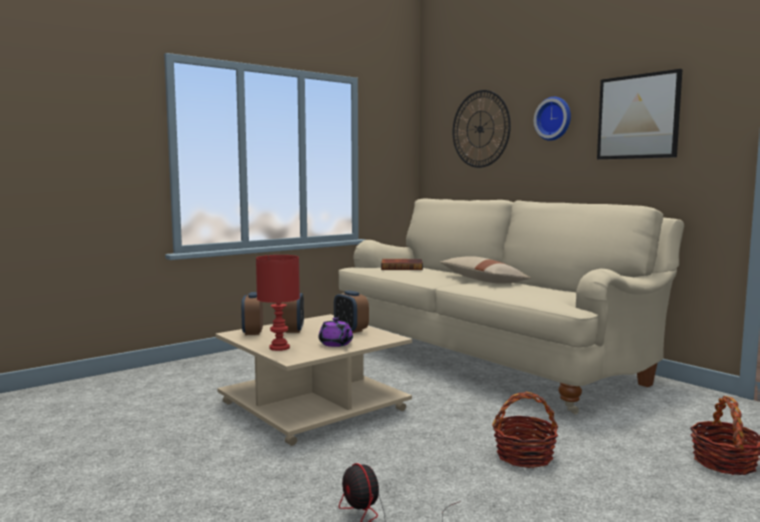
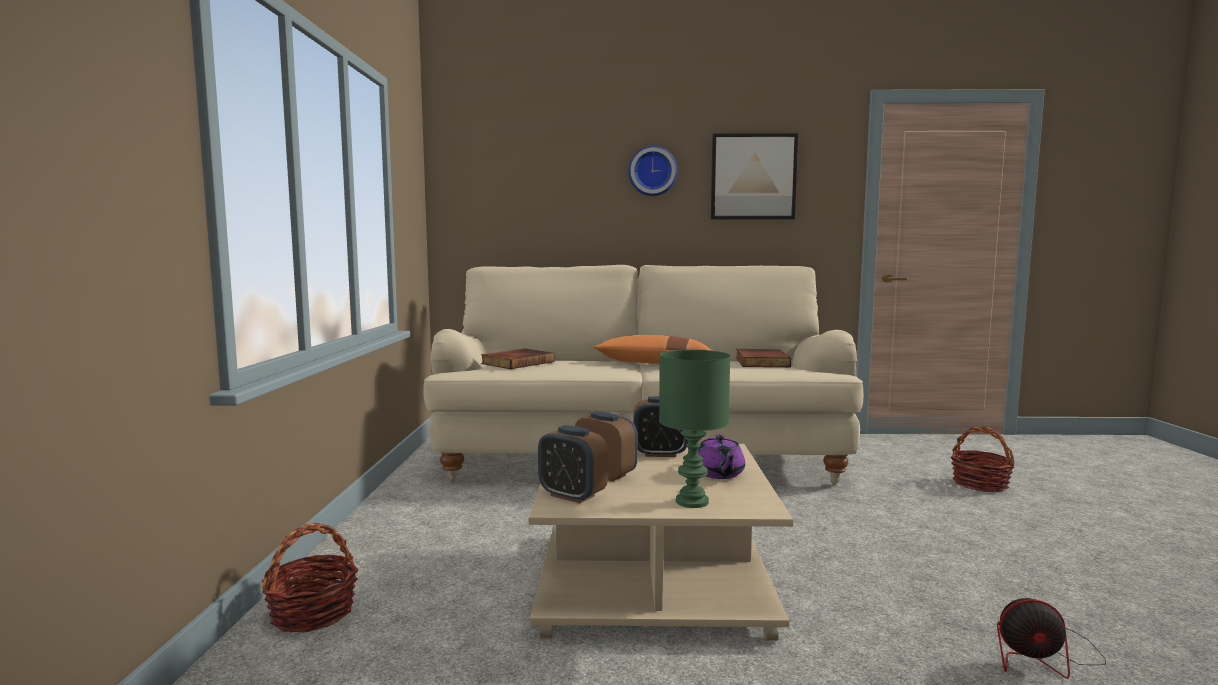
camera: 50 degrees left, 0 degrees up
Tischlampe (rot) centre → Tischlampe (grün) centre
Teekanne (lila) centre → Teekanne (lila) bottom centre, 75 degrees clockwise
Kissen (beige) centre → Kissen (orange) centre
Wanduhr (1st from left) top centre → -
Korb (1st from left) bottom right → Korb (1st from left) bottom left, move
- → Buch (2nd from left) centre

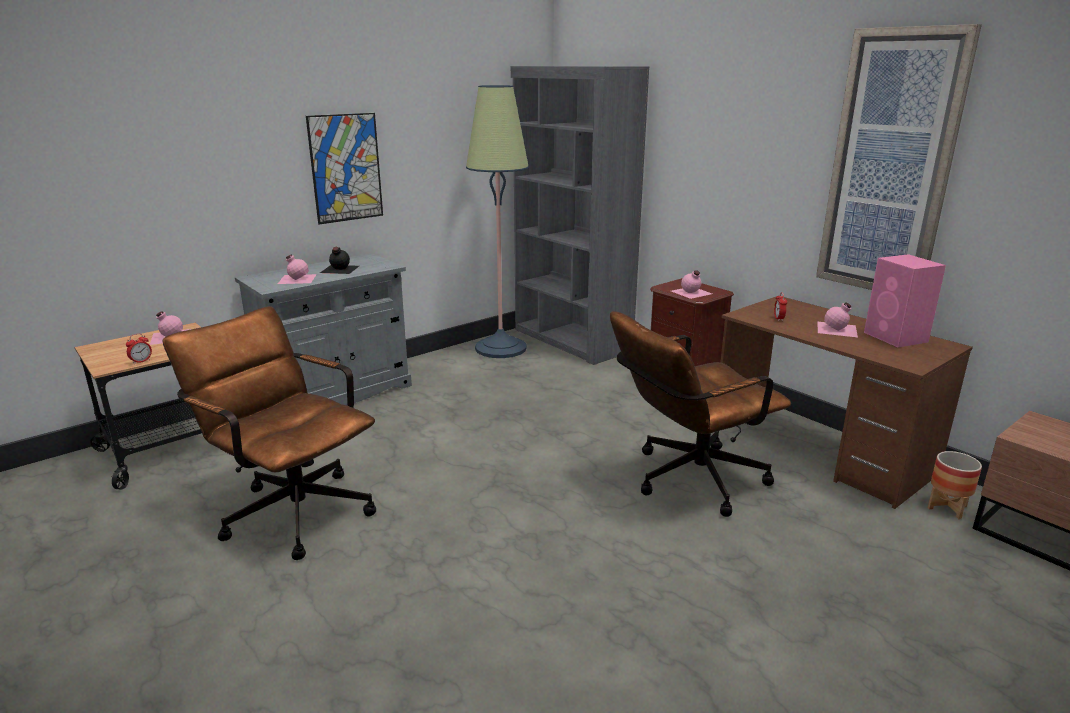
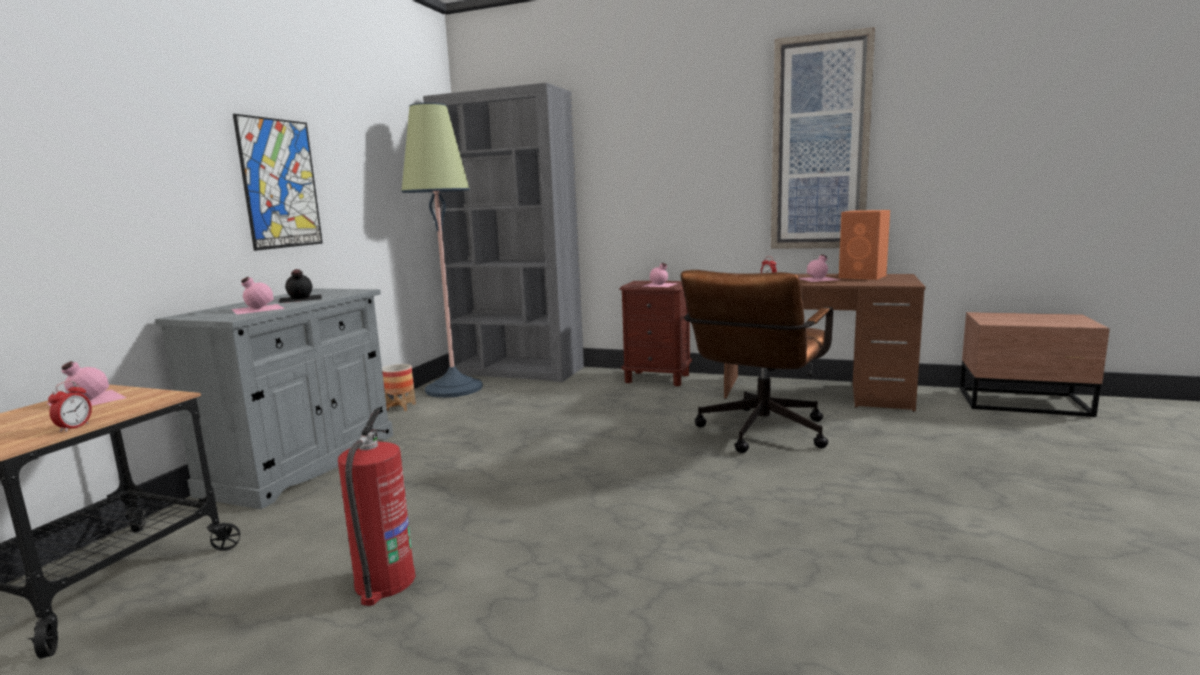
camera: 30 degrees left, 10 degrees down
Bürostuhl (braun) (1st from left) middle left → Feuerlöscher bottom left
Lautsprecher (rosa) middle right → Lautsprecher (orange) middle right
Pflanzkübel bottom right → Pflanzkübel middle left, move

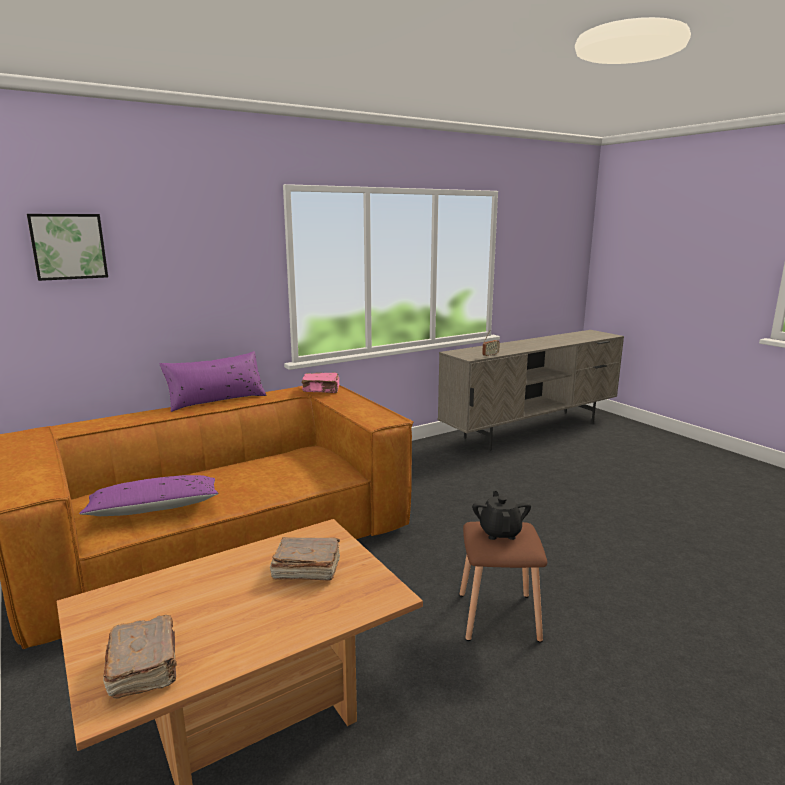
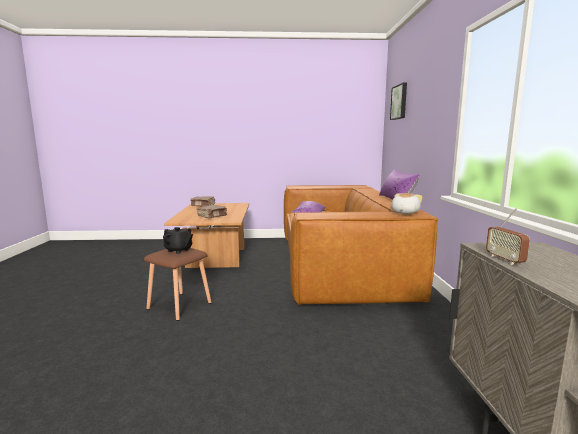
camera: 120 degrees right, 5 degrees down
Buch (rosa) centre → Plüschtier middle right

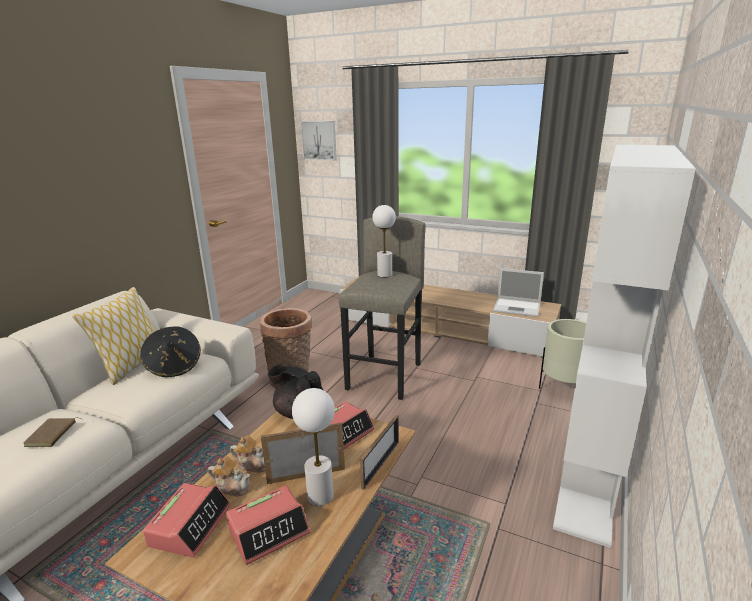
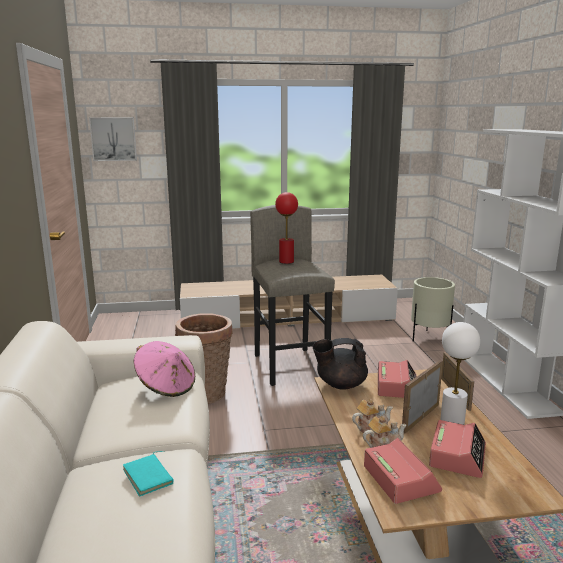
camera: 35 degrees left, 5 degrees down
Buch (braun) bottom left → Buch (türkis) bottom left
Kissen middle left → -
Hut (schwarz) middle left → Hut (rosa) middle left
Tischlampe (weiß) (2nd from left) centre → Tischlampe (rot) centre
Laptop middle right → -

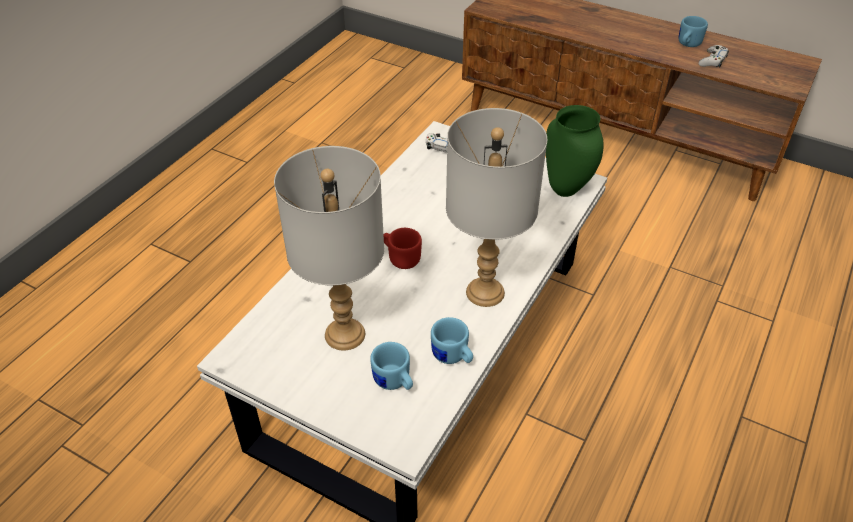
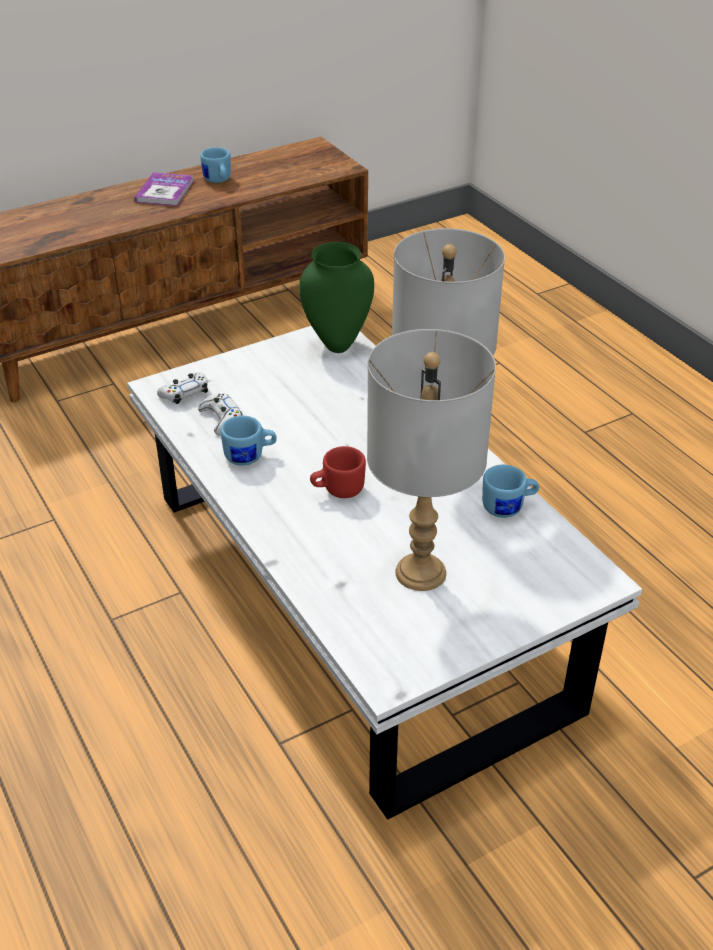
camera: 60 degrees left, 5 degrees down
Henkelbecher (blau) (1st from left in the first image) bottom centre → Henkelbecher (blau) (2nd from left) centre, move
Gamepad (weiß) (2nd from left) top right → Gamepad (weiß) (2nd from left) middle left, move
- → Buch top left

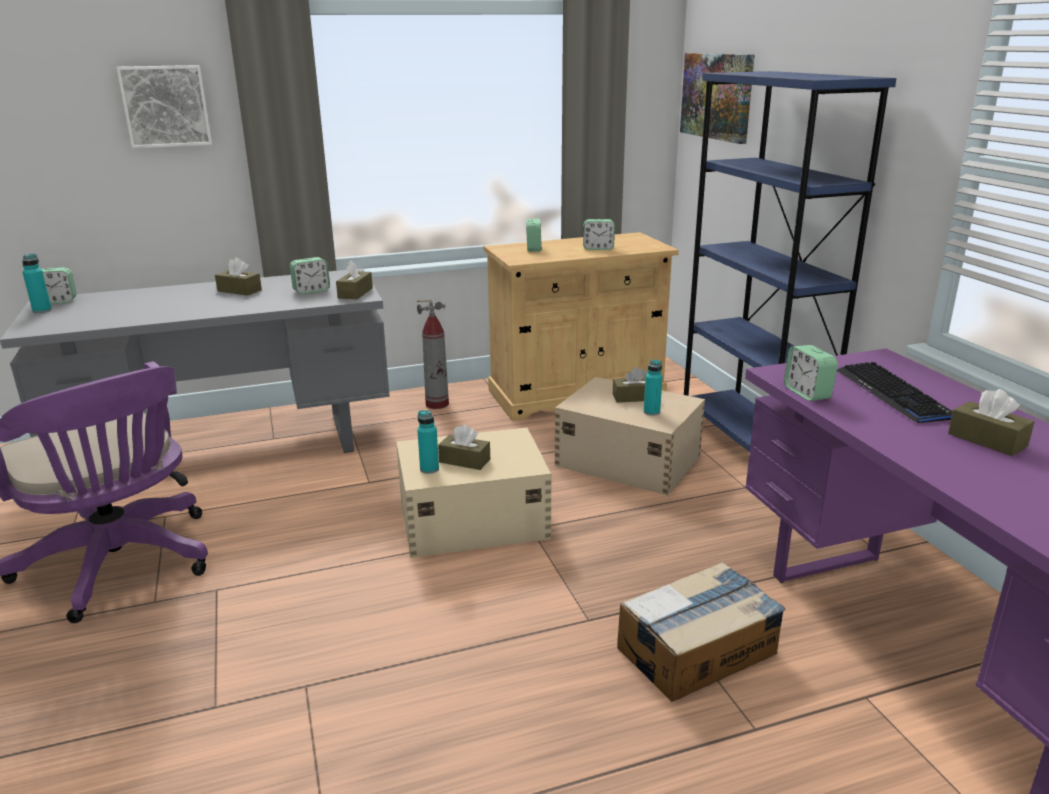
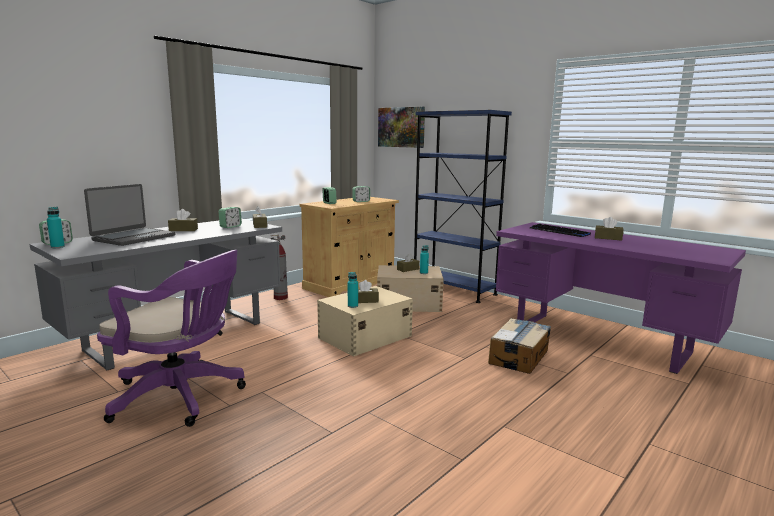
camera: 30 degrees left, 10 degrees down
Bild (1st from left) top left → -
Wecker (5th from left) middle right → -
- → Laptop middle left

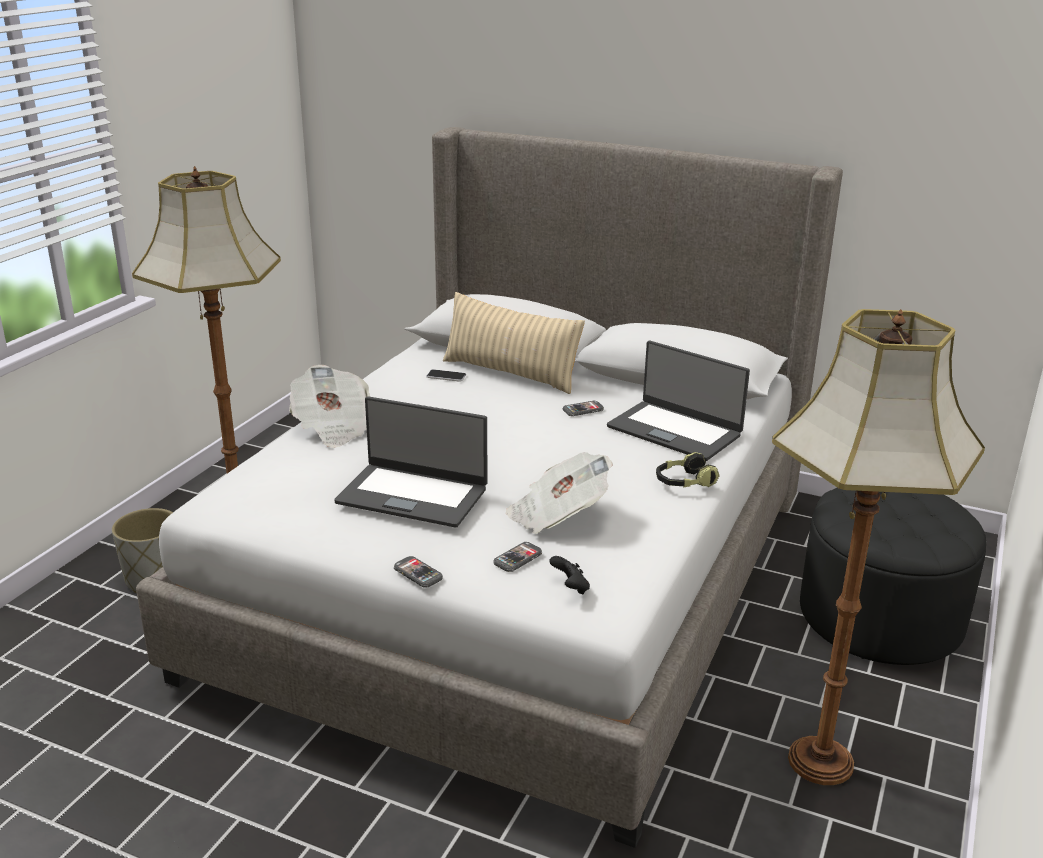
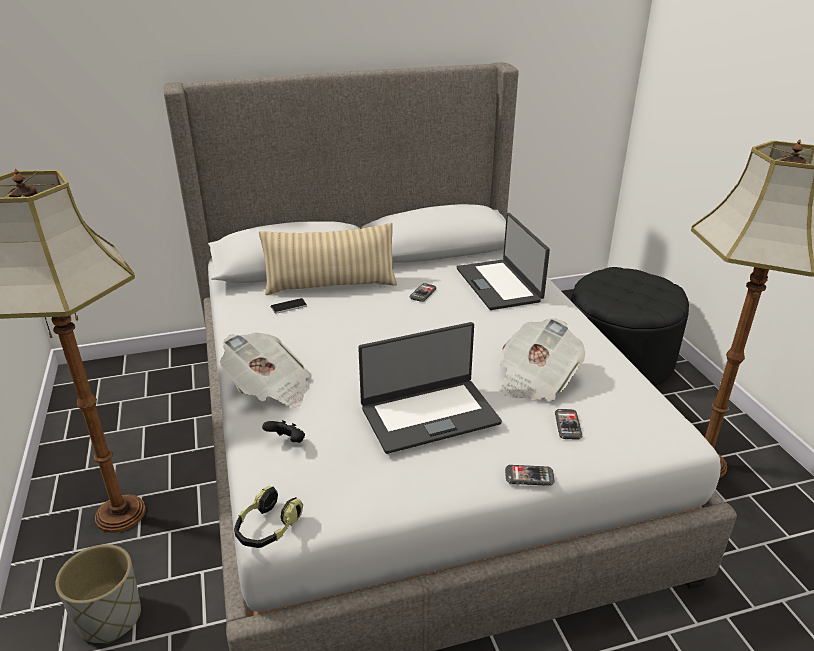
camera: 40 degrees left, 5 degrees up
Gamepad (schwarz) bottom centre → Gamepad (schwarz) centre, move
Laptop (2nd from left) centre, 75 degrees clockwise
Kopfhörer centre → Kopfhörer bottom left, move

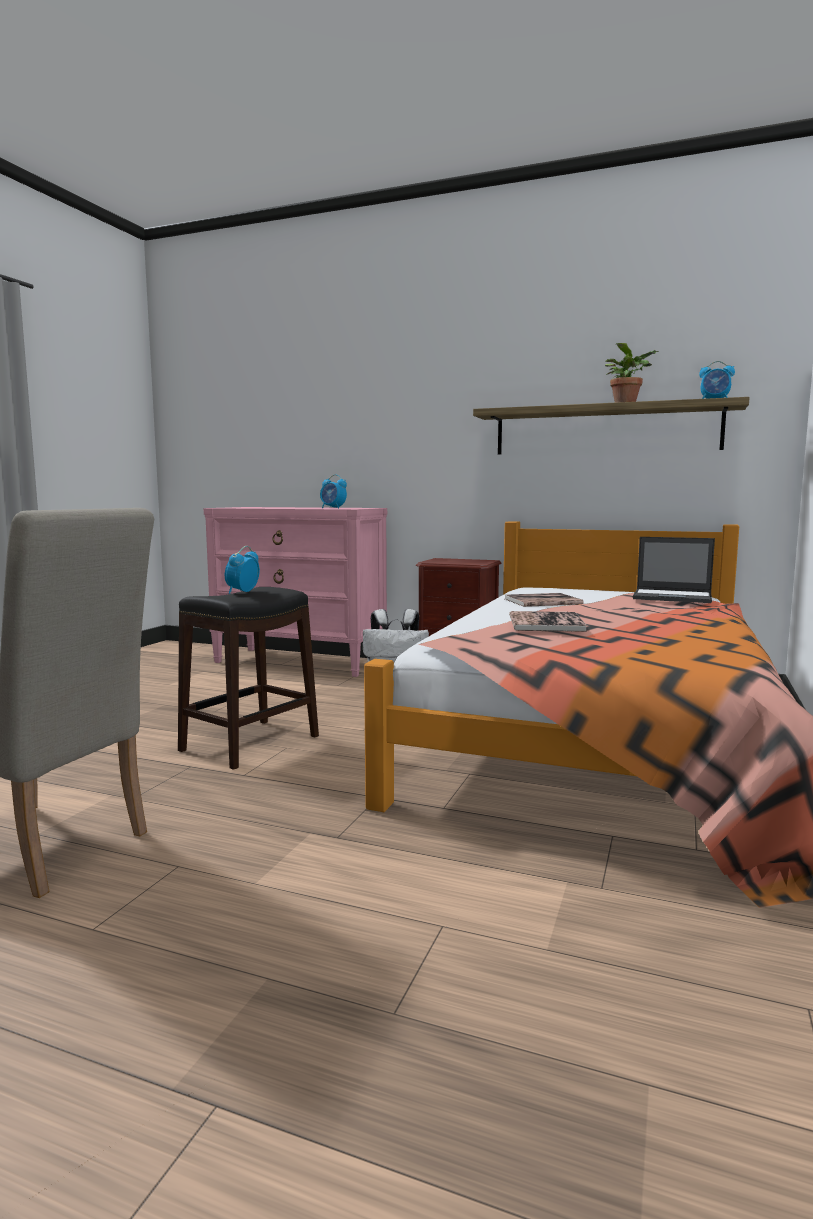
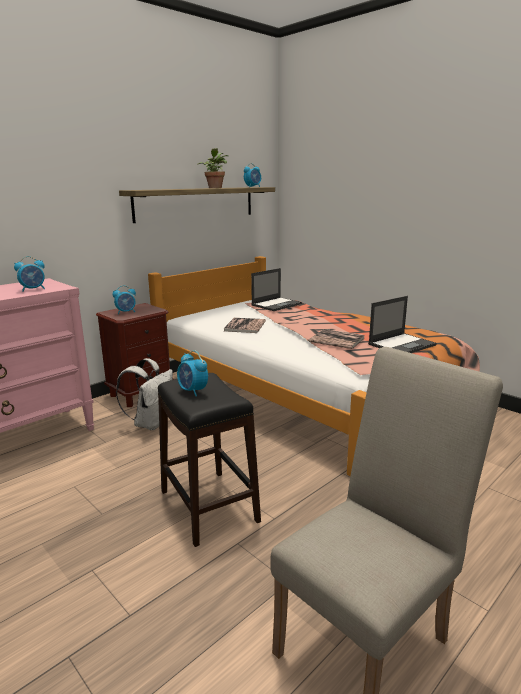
camera: 65 degrees left, 10 degrees up
- → Wecker (2nd from left) middle left
- → Laptop (2nd from left) middle right

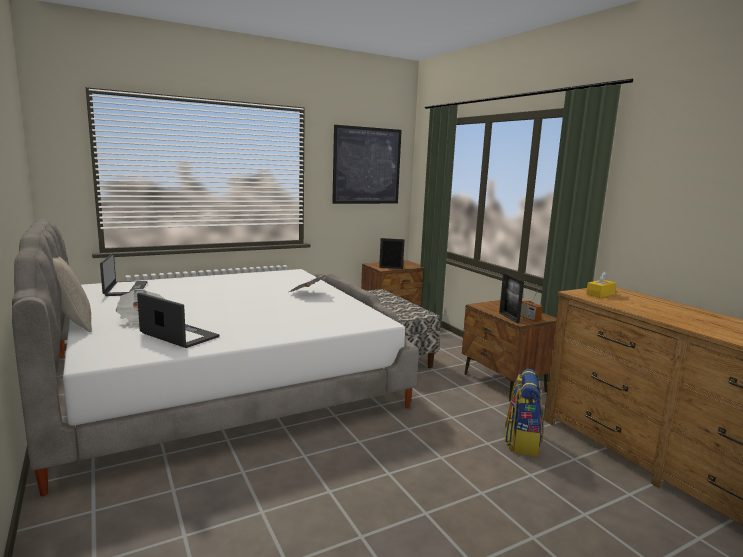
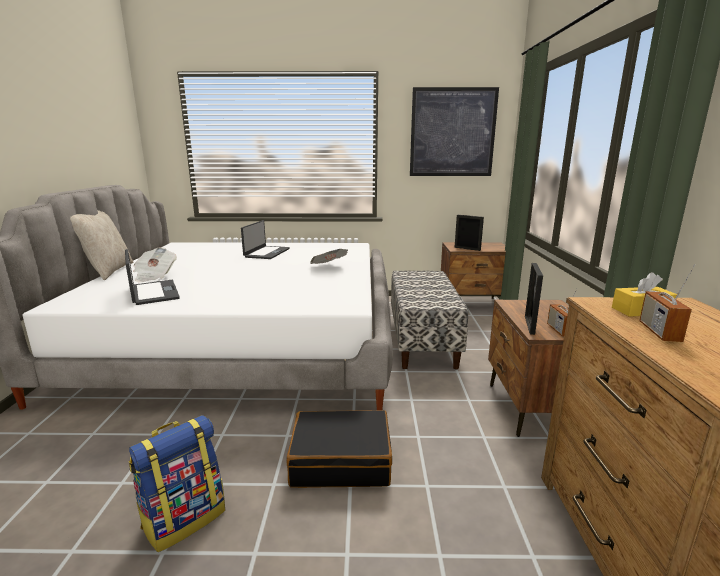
camera: 30 degrees right, 5 degrees up
Laptop (1st from left in the first image) middle left → Laptop (2nd from left) centre, move
Rucksack bottom right → Rucksack bottom left, move
- → Koffer (schwarz) bottom centre
- → Radio (2nd from left) middle right

